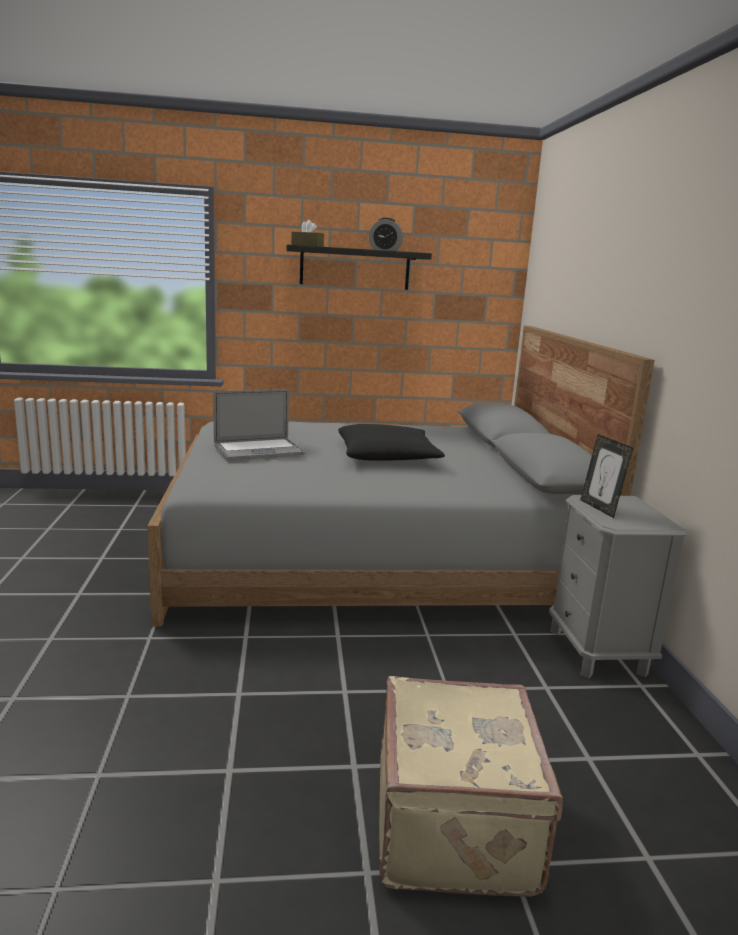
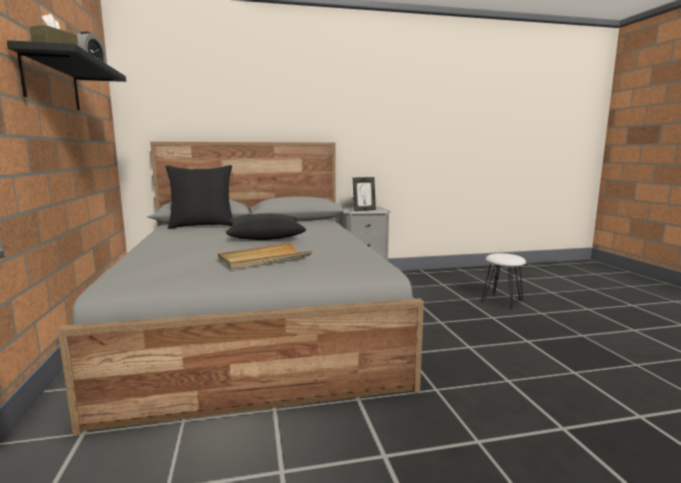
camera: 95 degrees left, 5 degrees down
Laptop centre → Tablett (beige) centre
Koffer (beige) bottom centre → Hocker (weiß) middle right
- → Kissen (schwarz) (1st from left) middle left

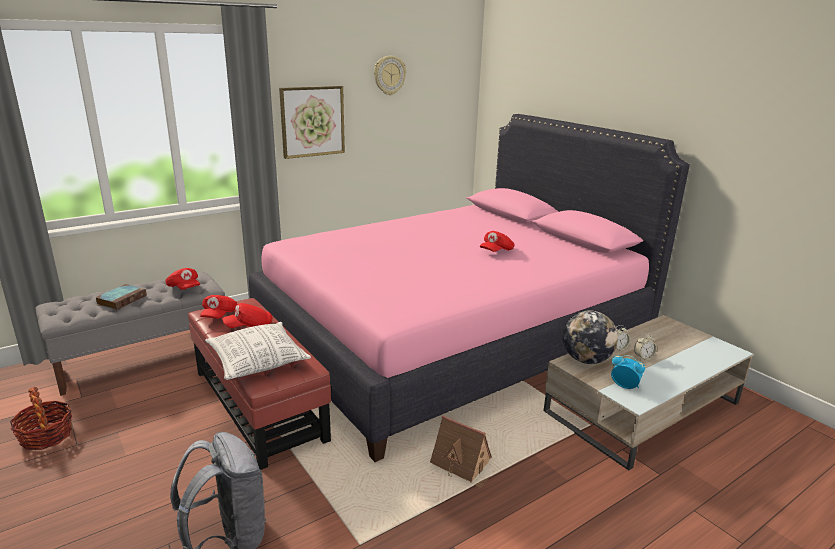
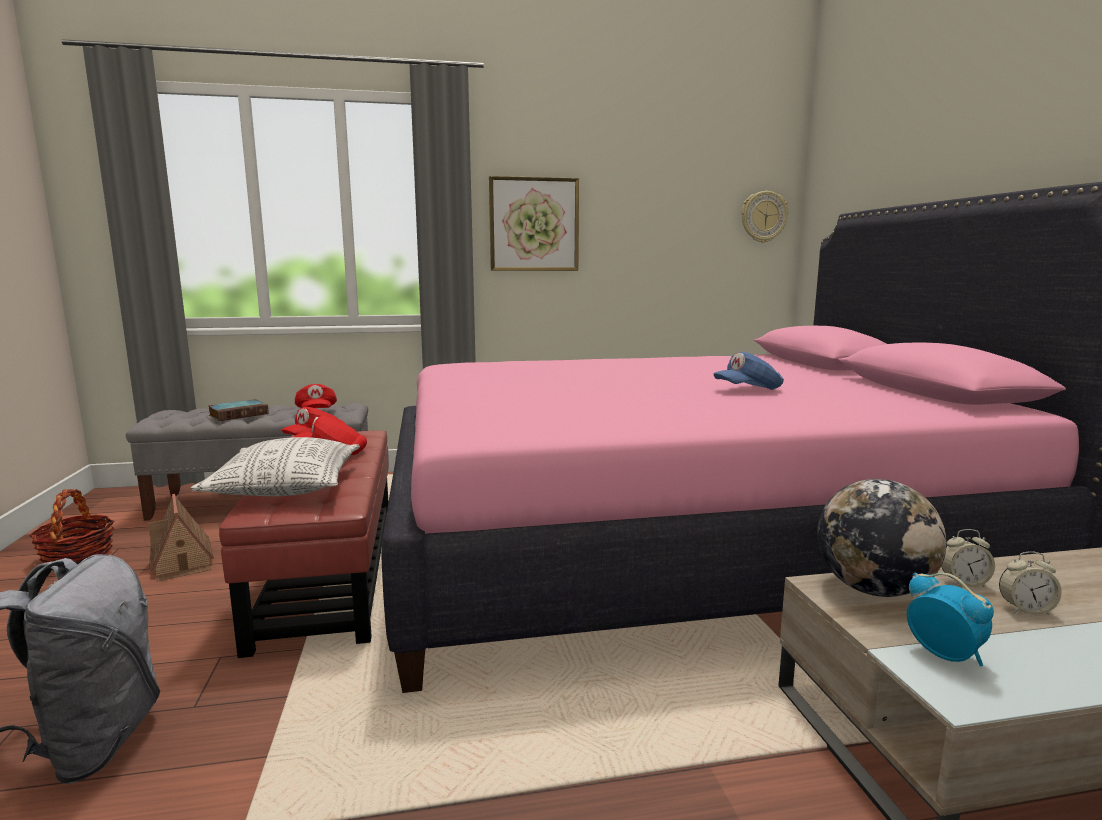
camera: 25 degrees right, 10 degrees down
Wanduhr top centre → Wanduhr top right, move
Spielzeughaus bottom centre → Spielzeughaus middle left, move
Kappe (rot) (4th from left) centre → Kappe (blau) middle right

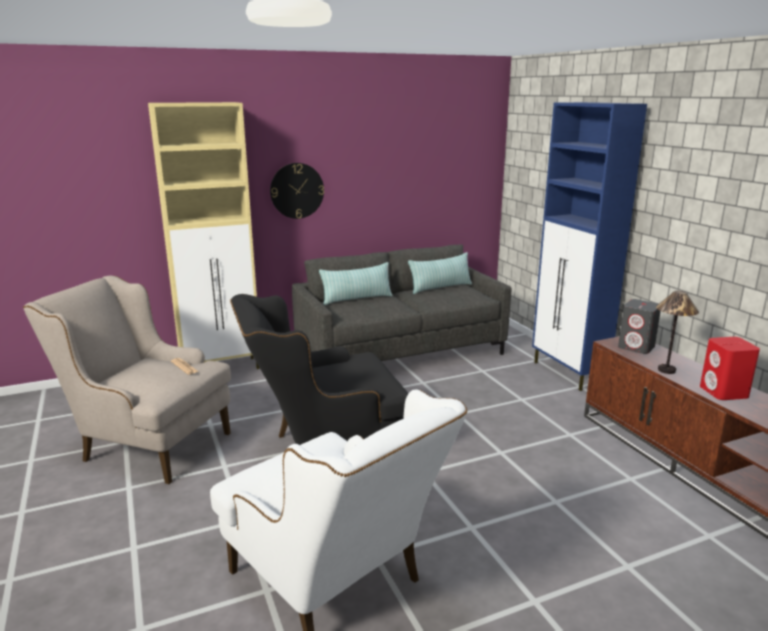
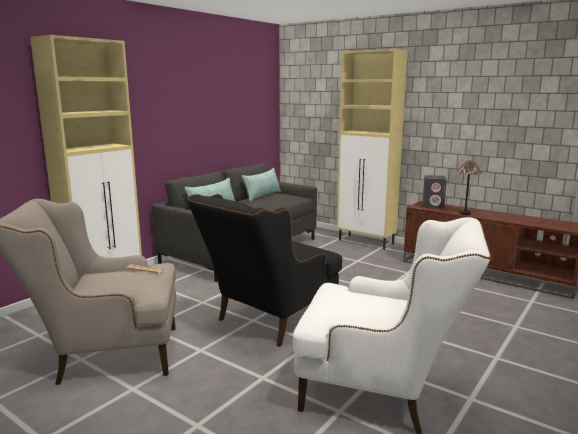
camera: 30 degrees left, 5 degrees down
Wanduhr top centre → -
Schrank (blau) middle right → Schrank (beige) (2nd from left) centre
Lautsprecher (rot) middle right → -

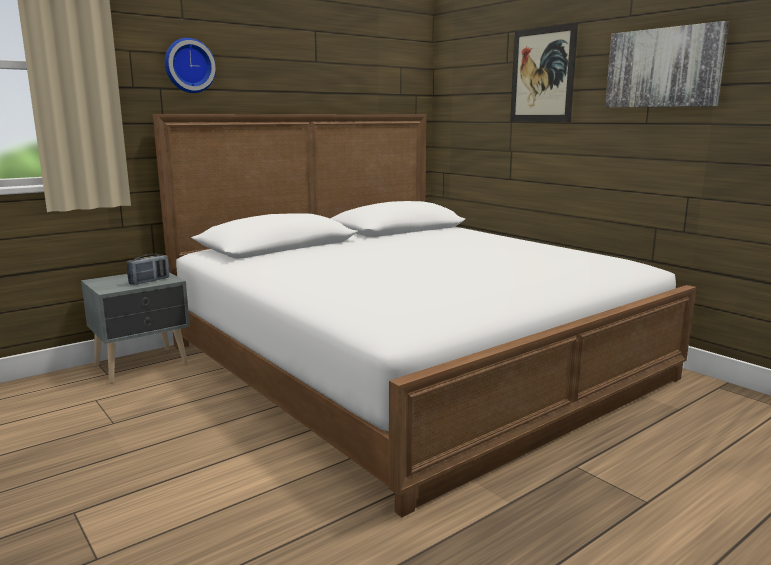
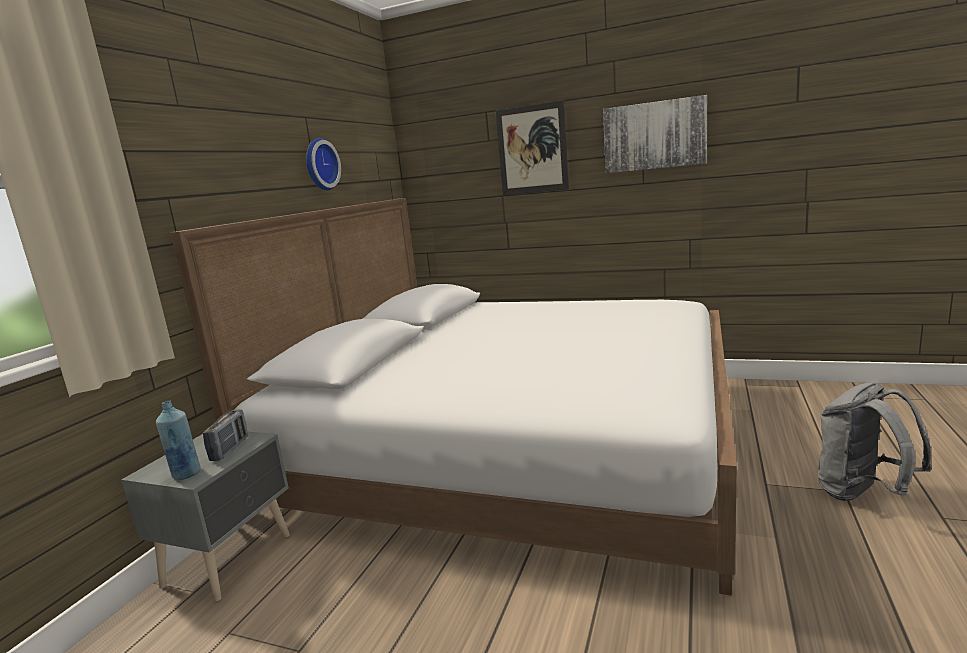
camera: 30 degrees left, 0 degrees up
Wanduhr top left → Wanduhr top centre, move
- → Flasche (blau) bottom left
- → Rucksack (grau) bottom right

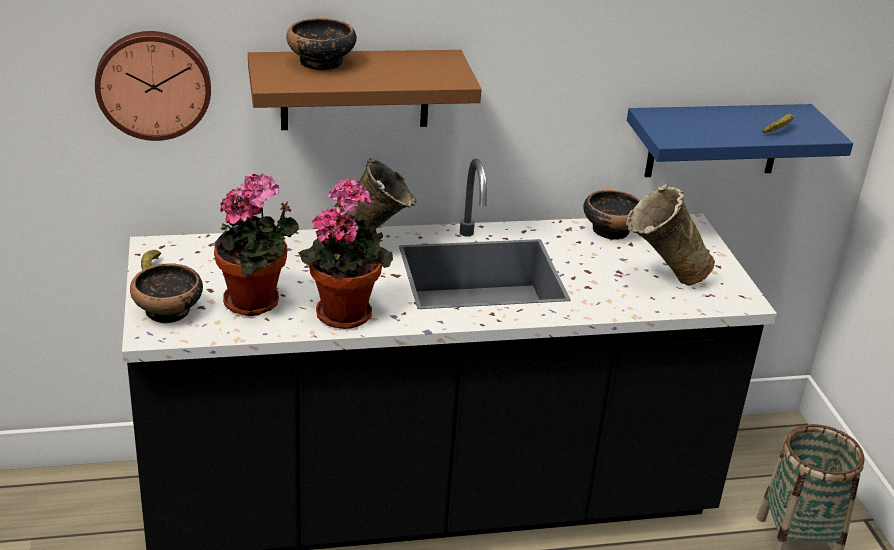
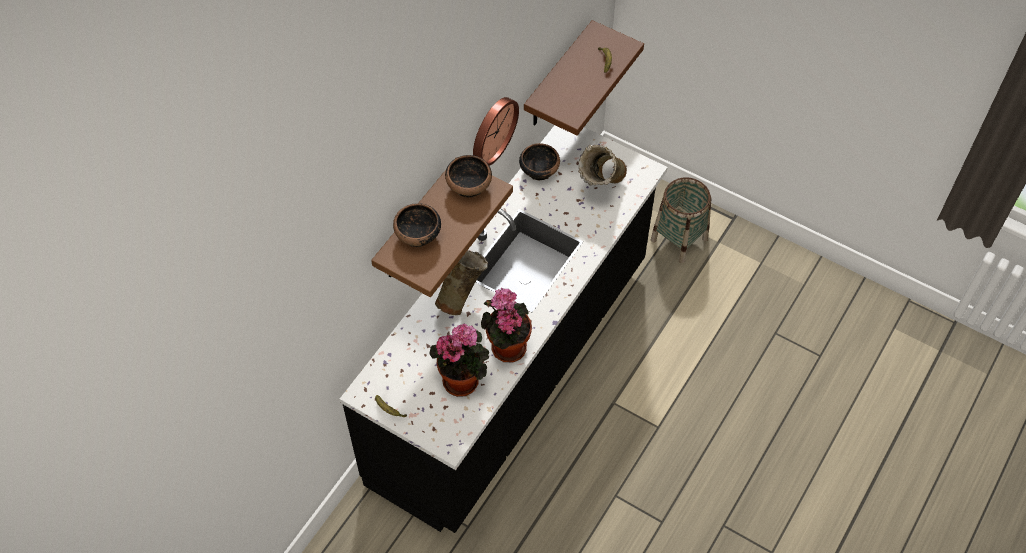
camera: 45 degrees left, 25 degrees up
Wanduhr top left → Wanduhr top centre, move
Schüssel (1st from left in the first image) middle left → Schüssel (2nd from left) top centre, move
Wandregal (blau) top right → Wandregal (braun) (2nd from left) top centre

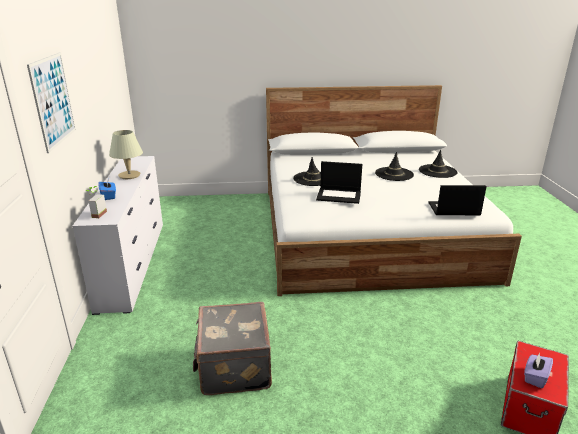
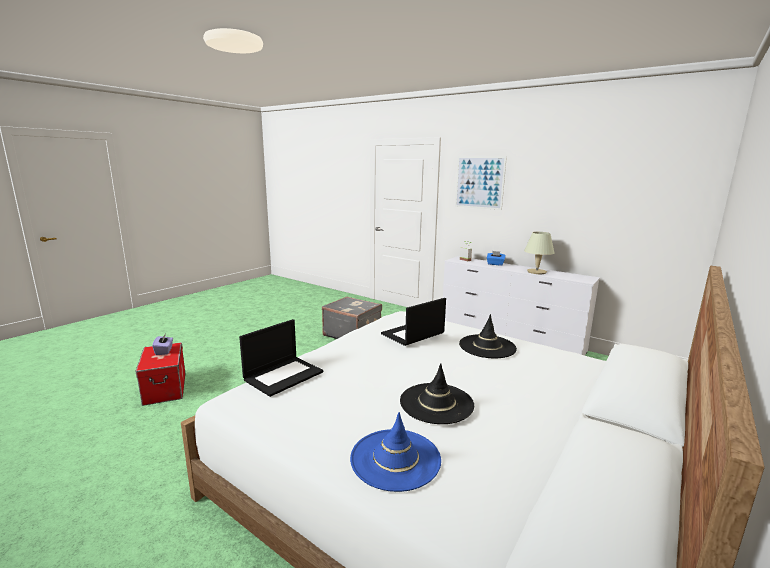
camera: 130 degrees right, 10 degrees down
Hut (schwarz) (3rd from left) middle right → Hut (blau) bottom centre

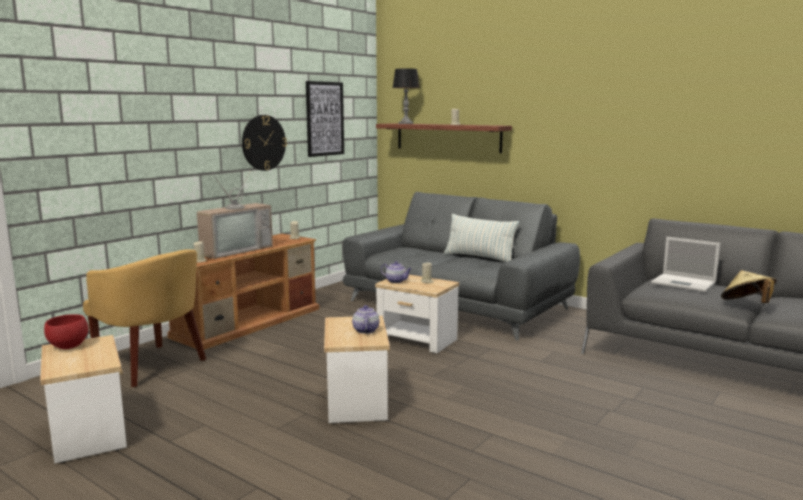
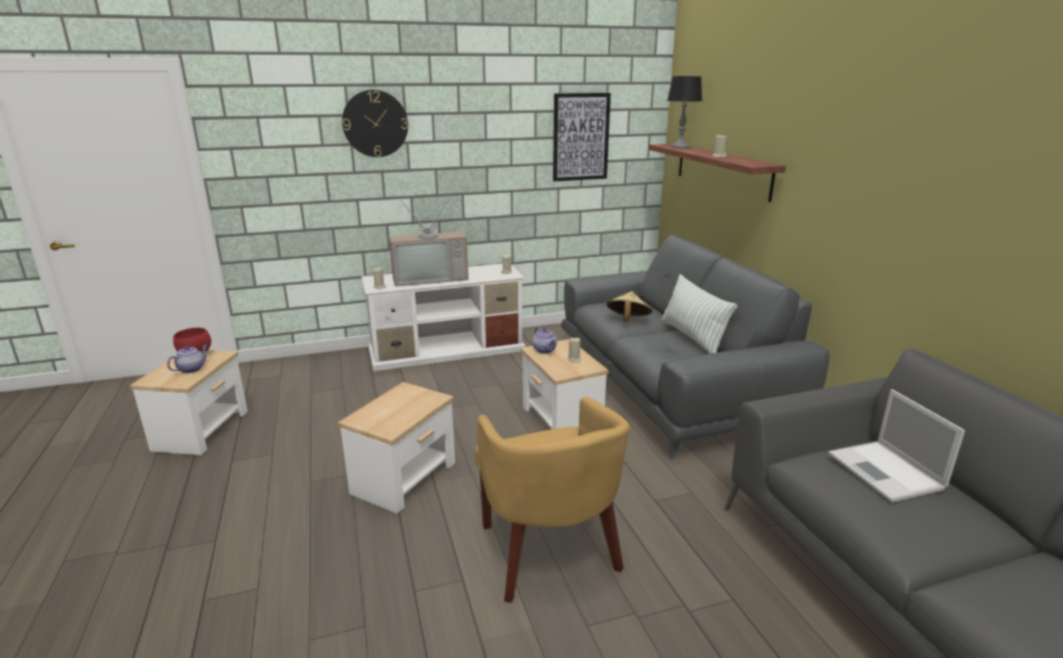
camera: 35 degrees right, 10 degrees up
Sessel (gelb) middle left → Sessel (gelb) bottom centre, move
Fernsehschrank (braun) middle left → Fernsehschrank (weiß) centre
Wanduhr top left → Wanduhr top centre, move
Teekanne (1st from left) centre → Teekanne (1st from left) middle left, move
Hut (beige) middle right → Hut (beige) centre, move

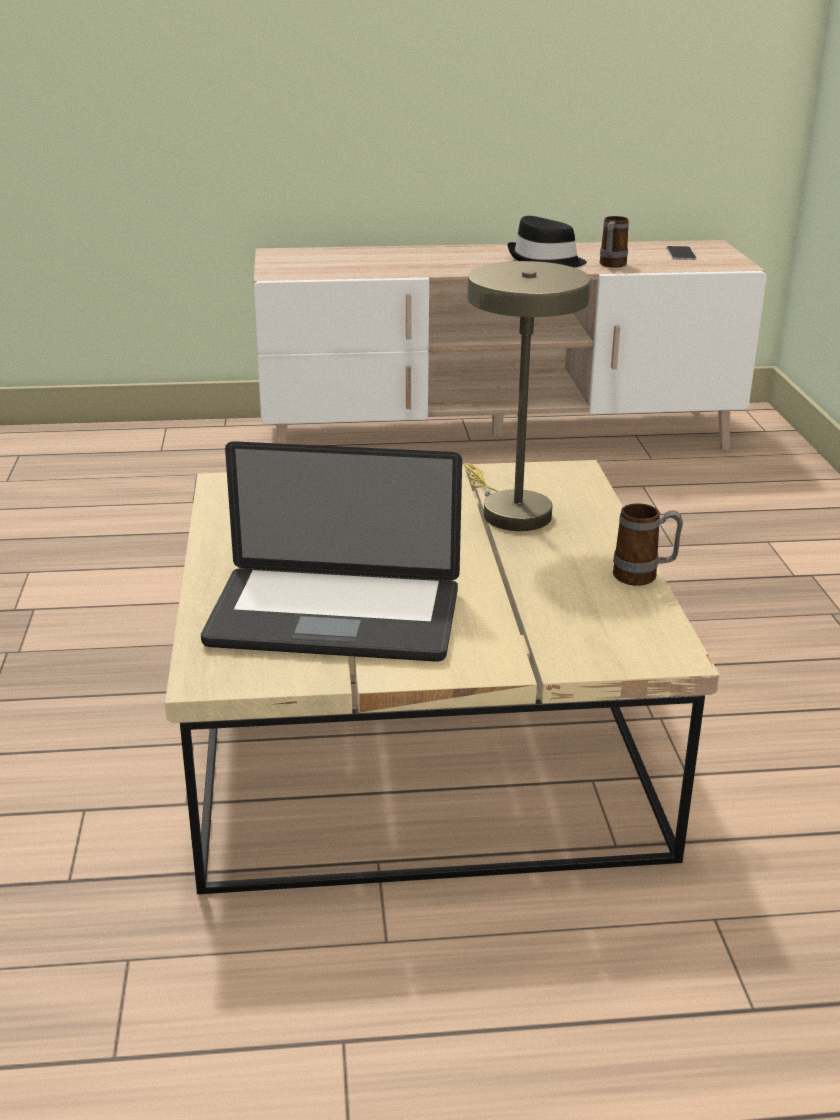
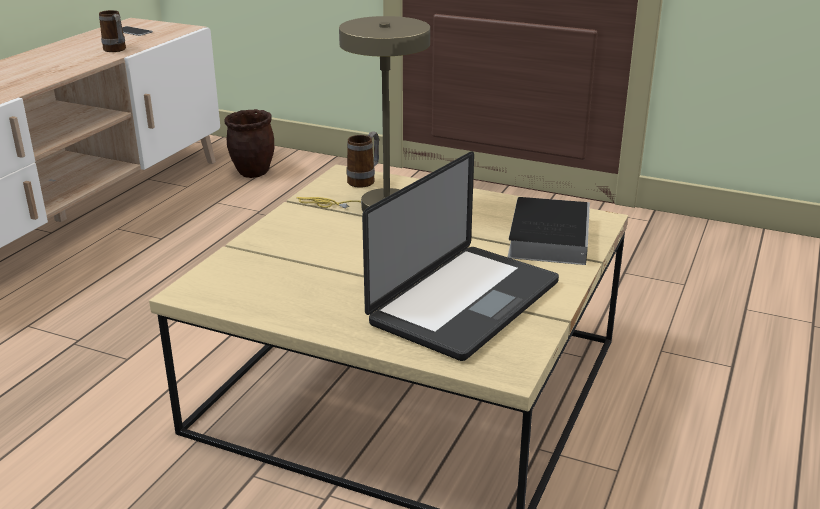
camera: 60 degrees left, 0 degrees up
Hut (schwarz) top centre → -
Henkelbecher (2nd from left) middle right → Henkelbecher (2nd from left) top centre, move
- → Pflanzkübel (braun) top left
- → Buch middle right

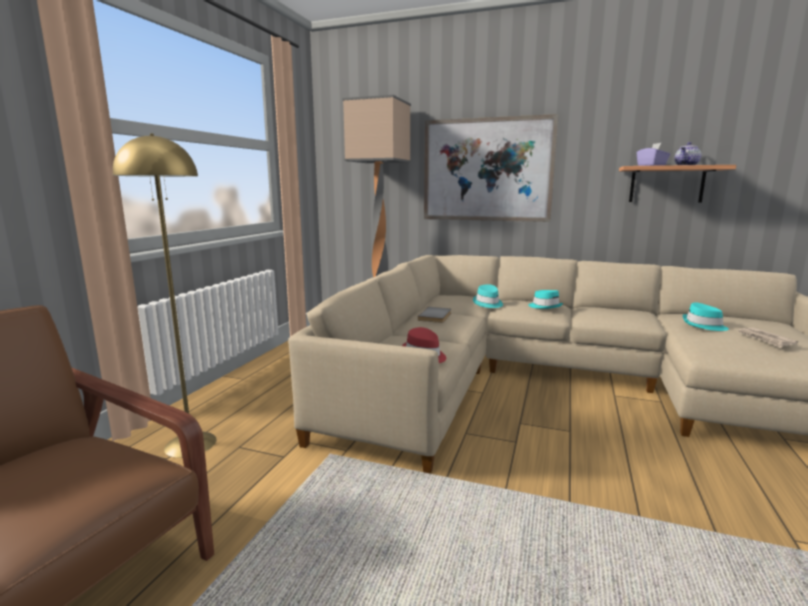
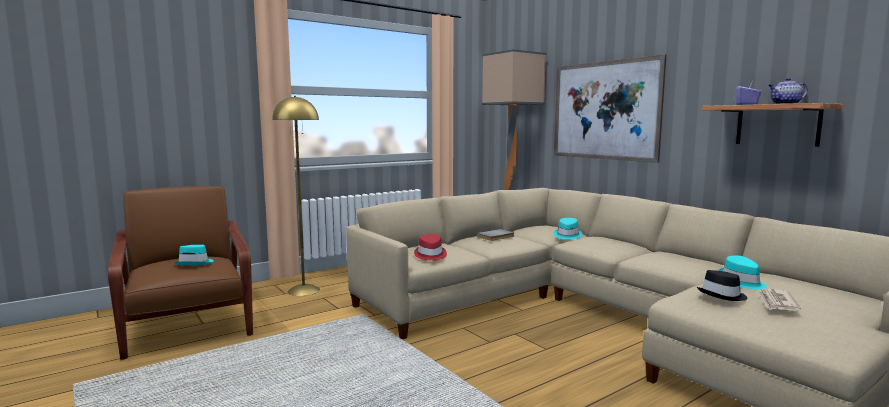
camera: 35 degrees right, 5 degrees down
Hut (türkis) (2nd from left in the first image) middle right → Hut (türkis) (1st from left) middle left, move
- → Hut (schwarz) bottom right

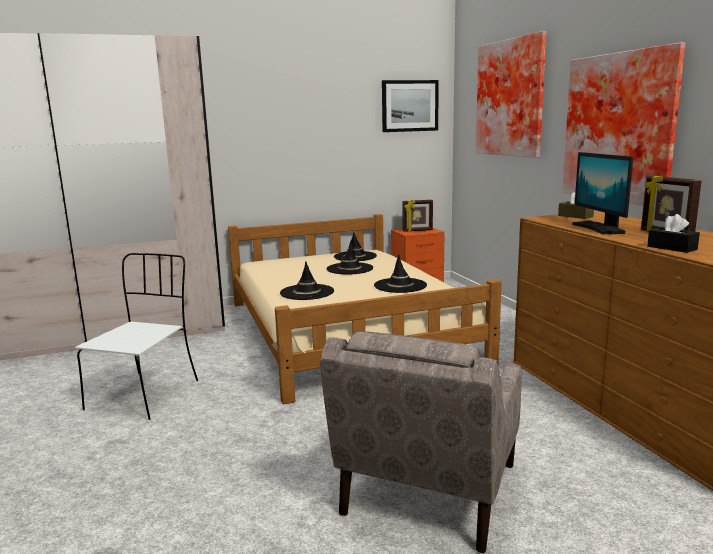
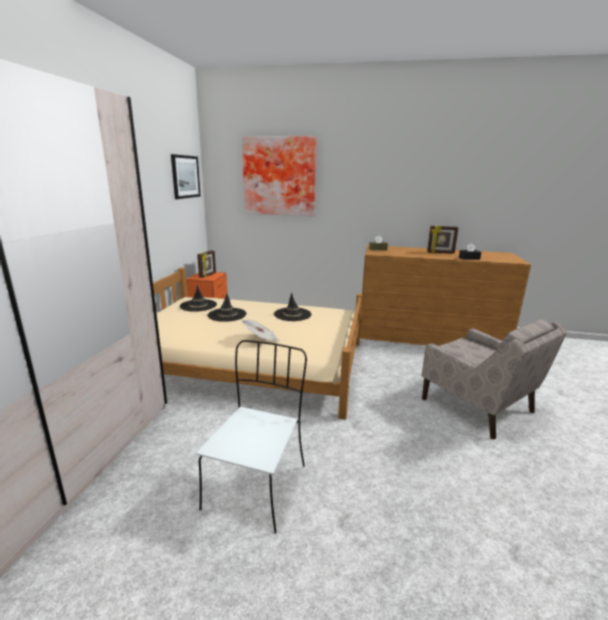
camera: 60 degrees left, 5 degrees up
Stuhl (weiß) middle left → Stuhl (weiß) bottom centre, 60 degrees clockwise
Hut (schwarz) (1st from left) centre → Zeitung centre
Bild (3rd from left) top right → -
Monitor middle right → -

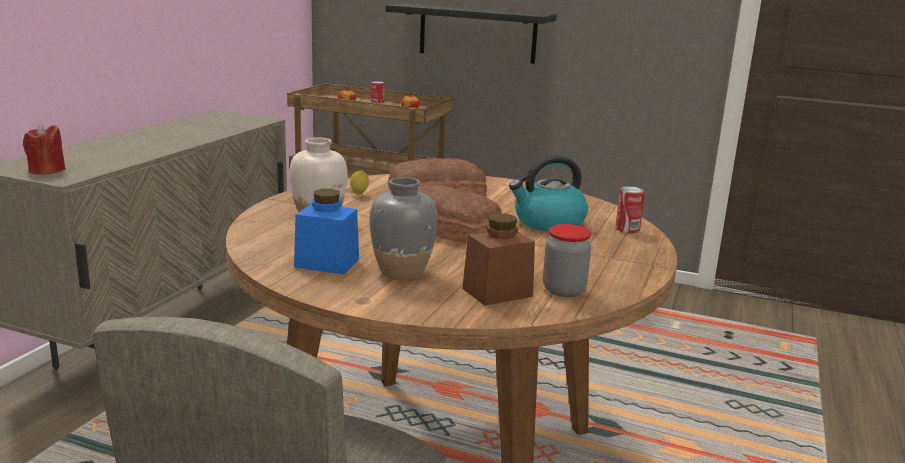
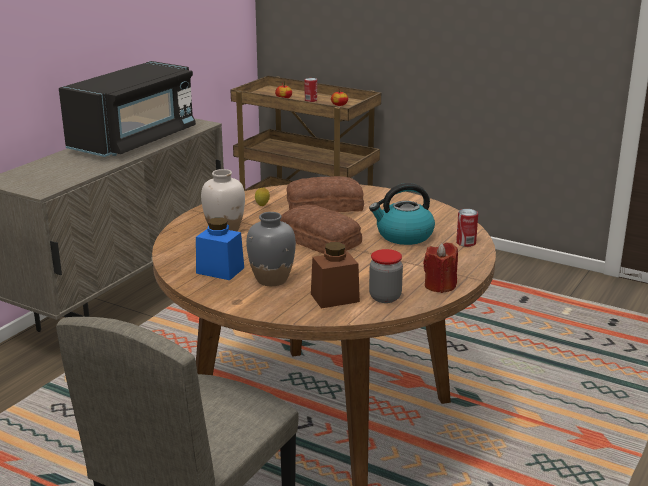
camera: 10 degrees right, 5 degrees up
Kerze (rot) top left → Kerze (rot) middle right, move
Wandregal (schwarz) top centre → -
- → Mikrowelle (schwarz) top left

